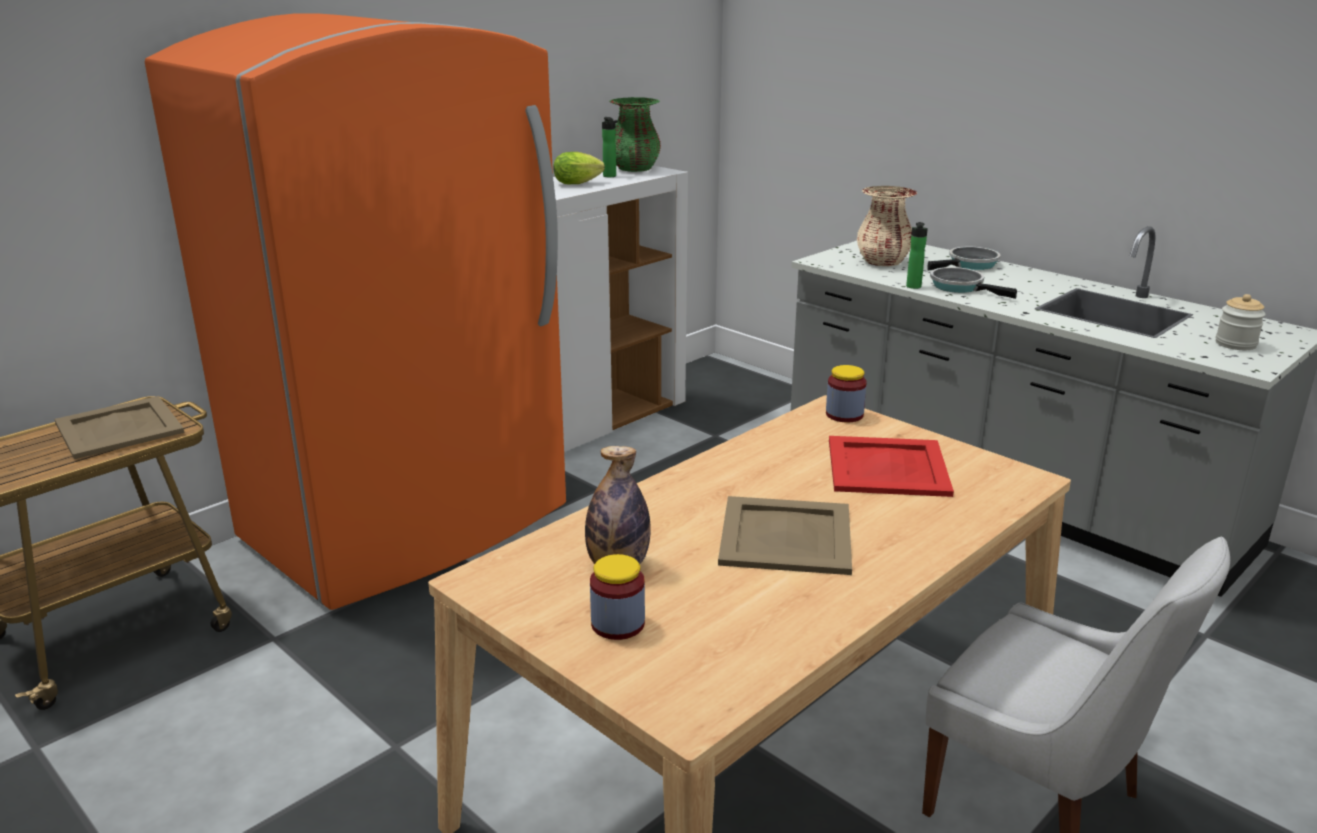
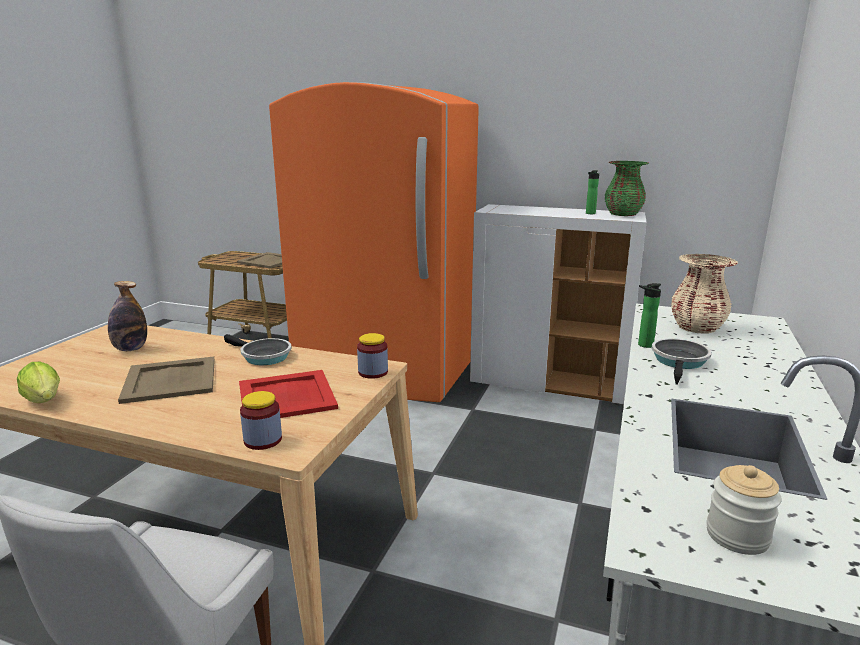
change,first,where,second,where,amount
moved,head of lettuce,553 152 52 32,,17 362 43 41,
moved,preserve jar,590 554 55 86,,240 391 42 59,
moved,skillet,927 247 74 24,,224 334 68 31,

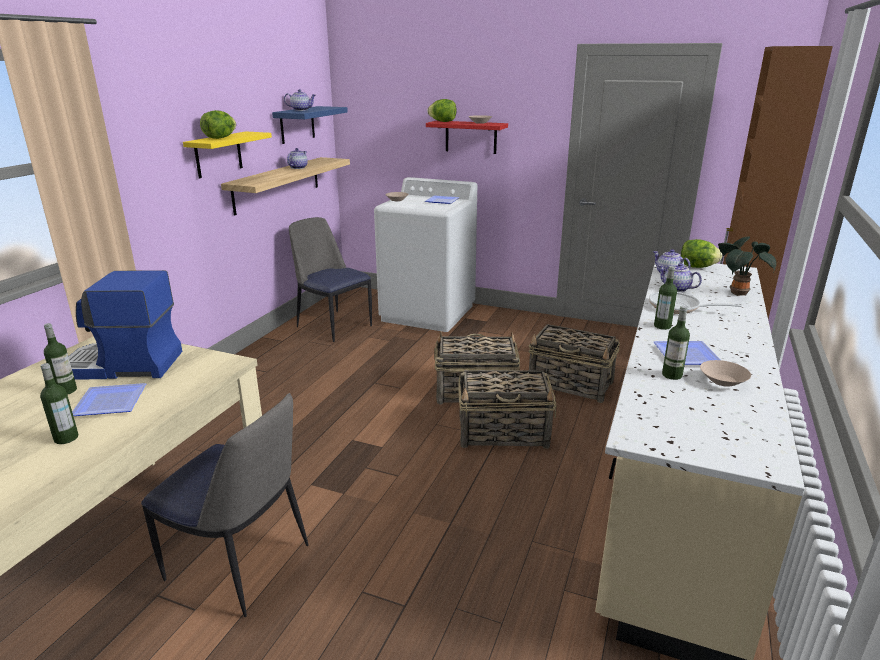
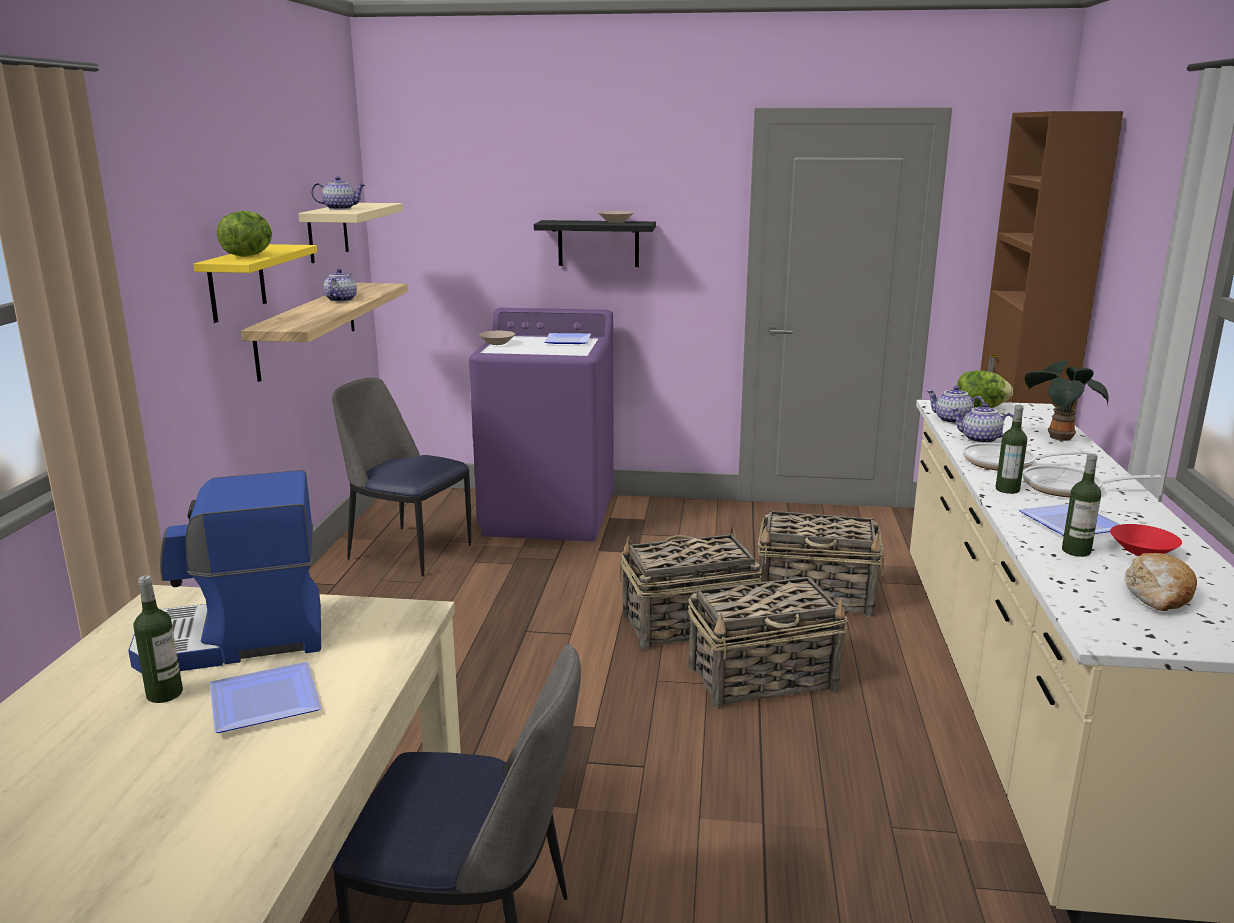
change,first,where,second,where,amount
removed,drink bottle,40 363 38 81,,,
recoloured,bluish wall shelf,272 106 76 38,beige-coloured wall shelf,298 203 105 60,
recoloured,white-coloured washing machine,374 177 103 155,purple washing machine,469 308 145 234,
recoloured,red wall shelf,426 120 82 34,blackish wall shelf,534 220 122 47,
removed,head of lettuce,427 99 30 23,,,
recoloured,beige-coloured bowl,700 360 51 27,red bowl,1110 524 72 32,
added,,,skillet,1023 465 139 32,
added,,,baked bread,1125 553 72 58,

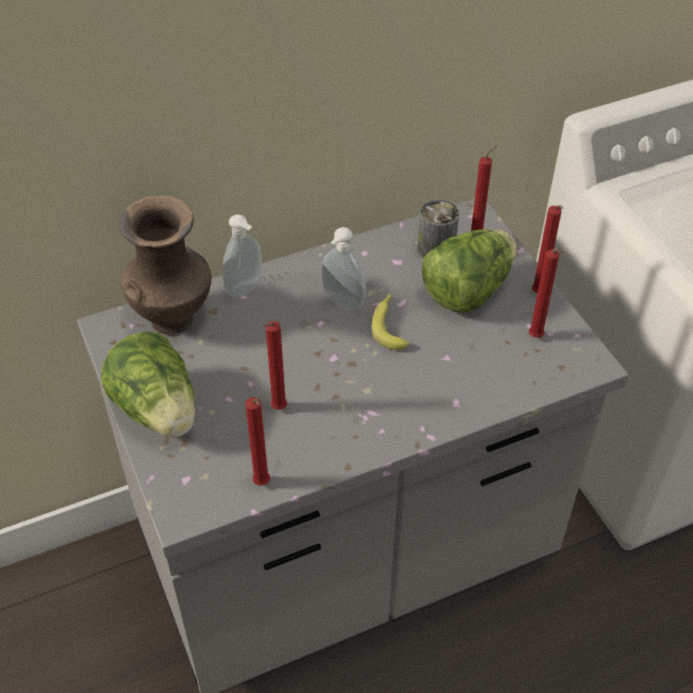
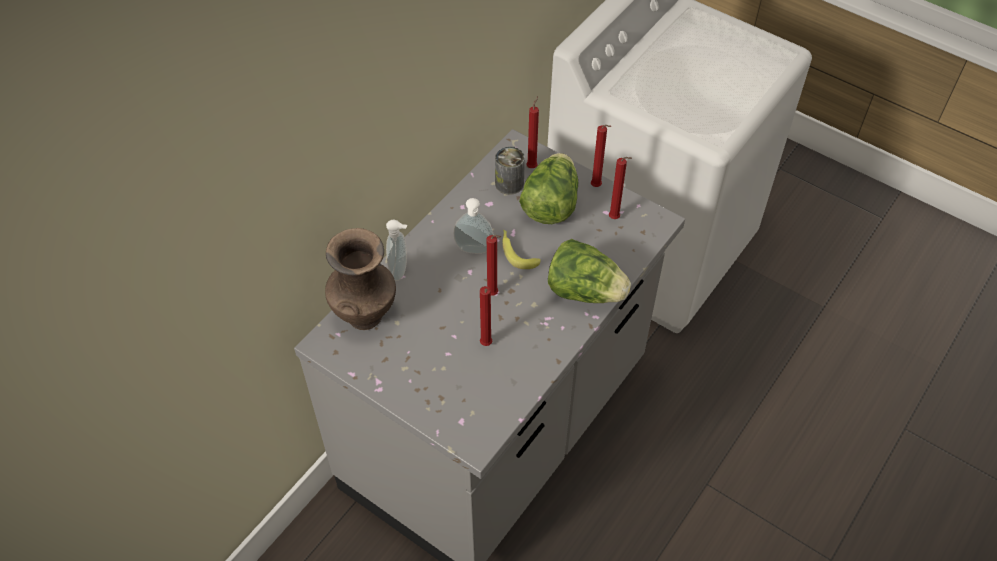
change,first,where,second,where,amount
moved,head of lettuce,101 332 94 105,,548 239 83 64,
moved,red wax candle,245 397 25 89,,487 235 14 61,

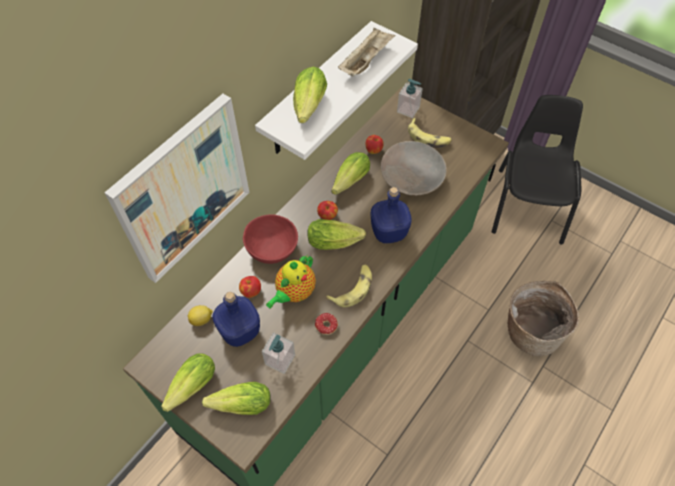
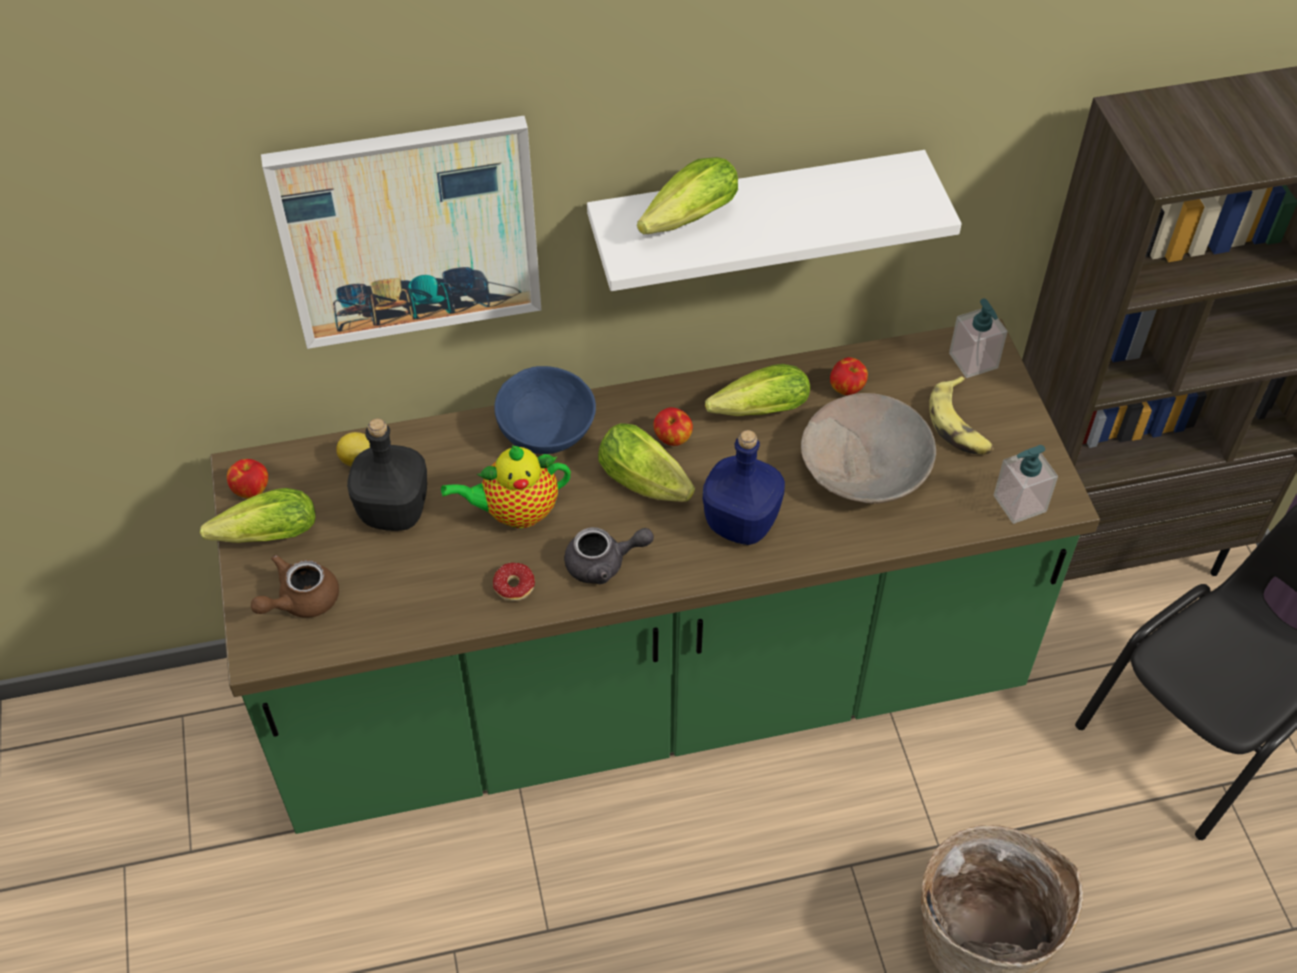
change,first,where,second,where,amount
replaced,head of lettuce,202 382 69 33,brown-coloured pot for tea,251 555 88 63,
recoloured,bluish drink bottle,212 292 48 55,blackish drink bottle,347 418 80 113,
moved,apple fruit,239 276 22 22,,227 459 41 40,
recoloured,red bowl,243 214 55 50,bluish bowl,494 366 102 88,
moved,soap dispenser,262 332 33 42,,994 445 64 79,
replaced,whole banana,326 264 46 43,greyish pot for tea,564 527 90 57,
removed,beige-coloured serving tray,338 27 57 49,,,

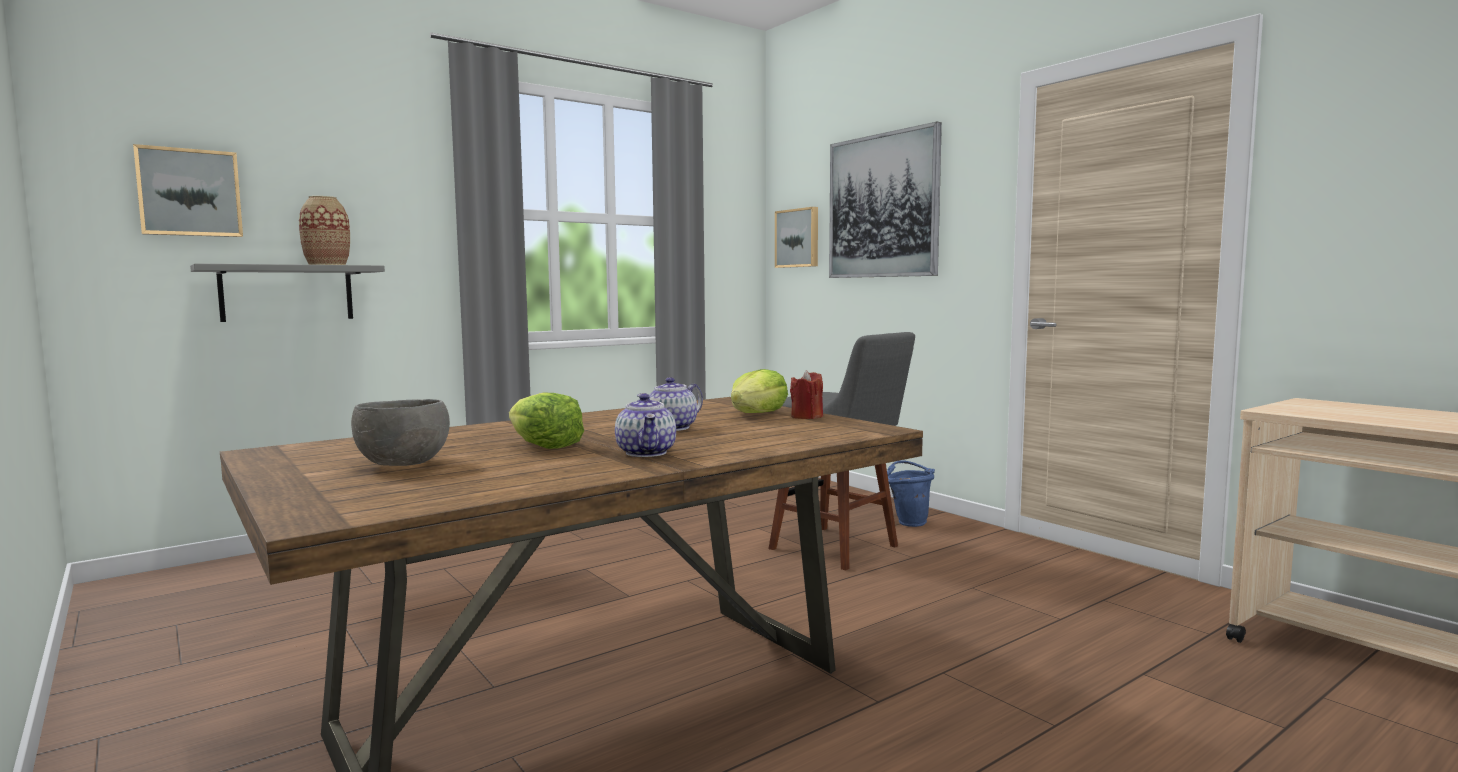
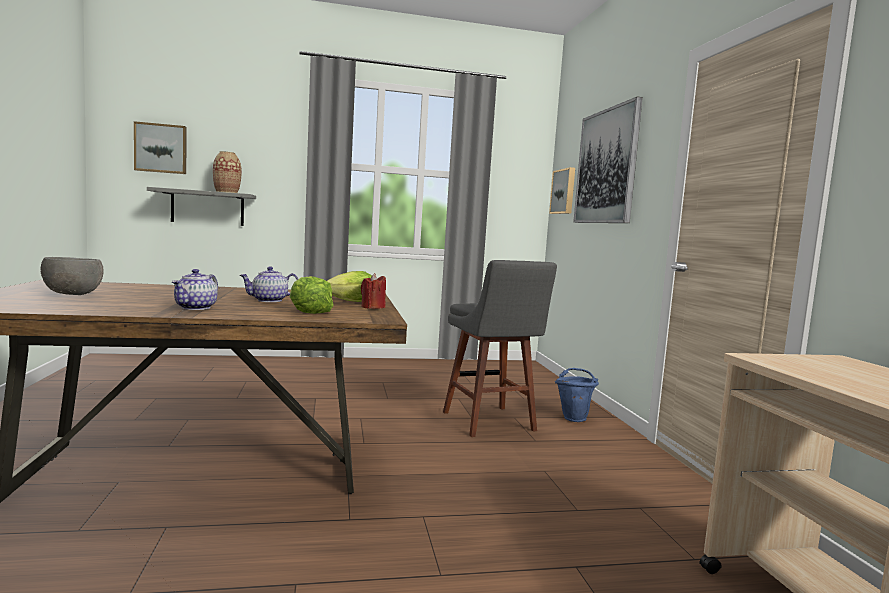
change,first,where,second,where,amount
moved,head of lettuce,509 393 75 56,,290 276 44 38,

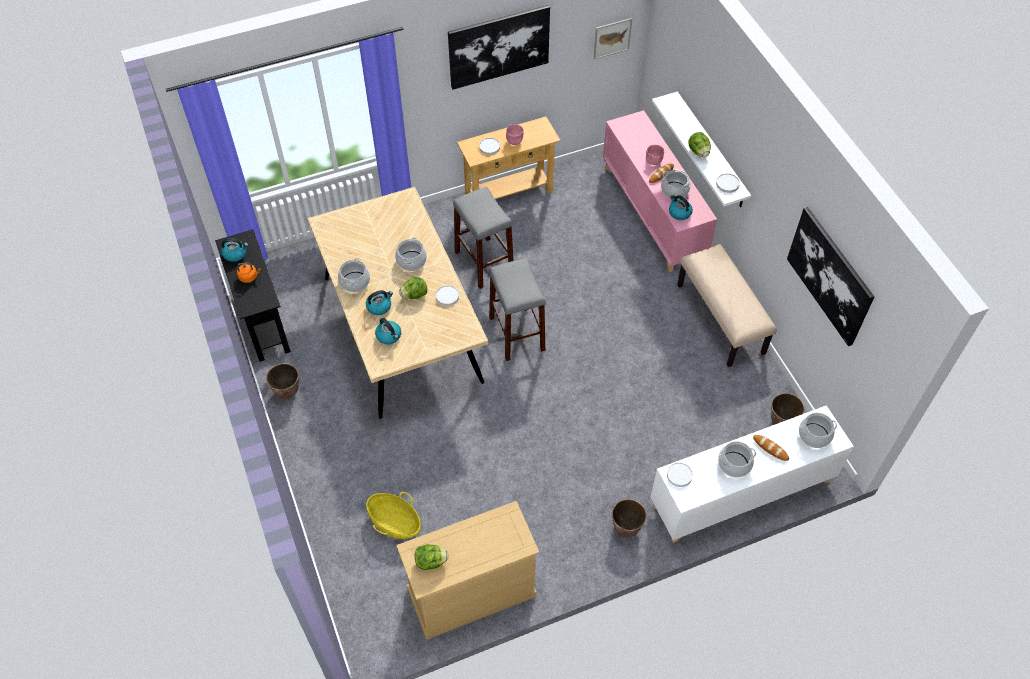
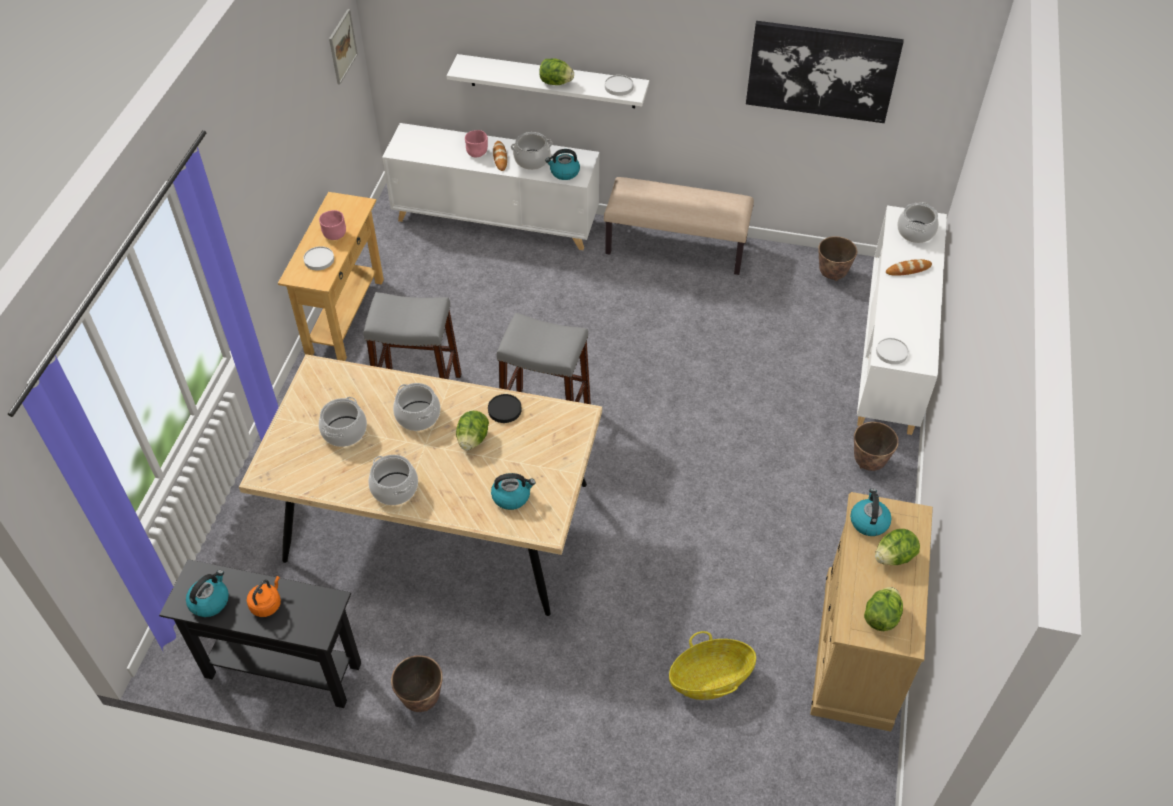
change,first,where,second,where,amount
moved,kettle,366 290 27 25,,850 489 41 47,
recoloured,white-coloured flat dish,436 285 23 21,blackish flat dish,488 394 34 29,
removed,picture,448 5 102 84,,,
recoloured,pinkish storage cabinet,603 110 114 162,white-coloured storage cabinet,382 123 217 127,
moved,stockpot,718 441 38 37,,319 397 48 50,
added,,,head of lettuce,875 529 45 36,

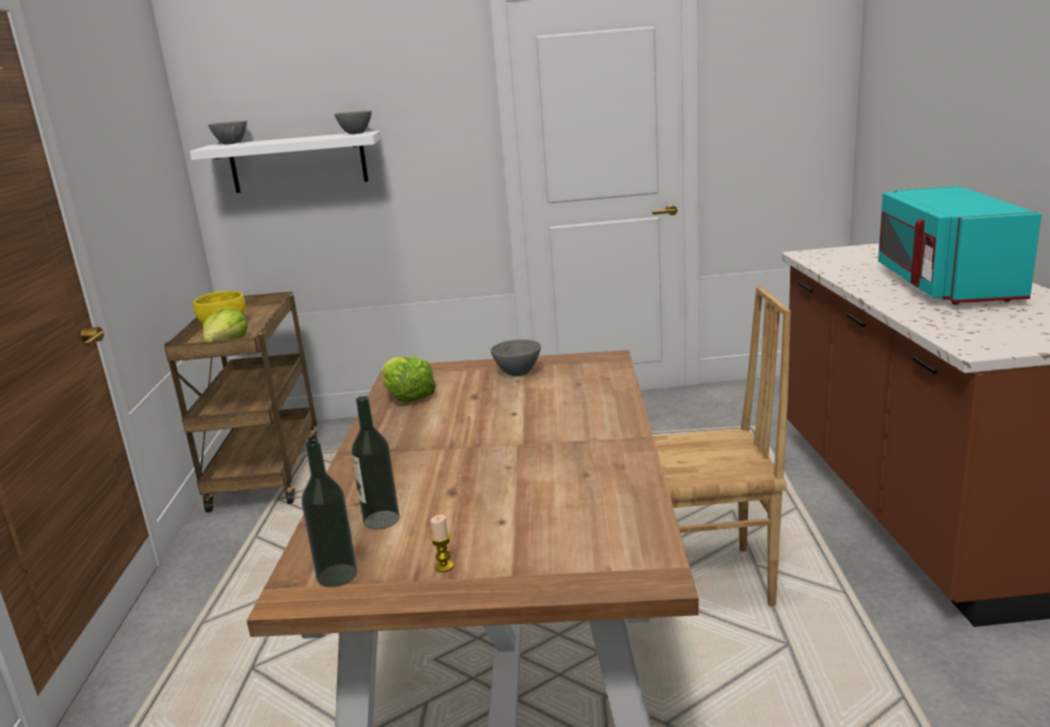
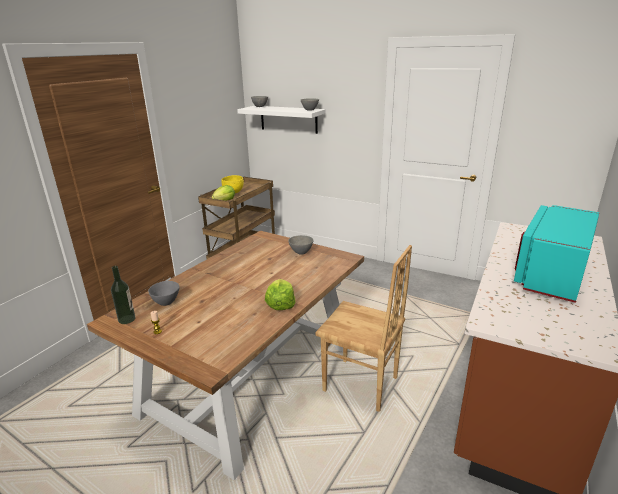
change,first,where,second,where,amount
replaced,drink bottle,351 396 48 134,greyish bowl,148 281 32 25,
moved,head of lettuce,381 357 55 46,,265 279 30 31,

